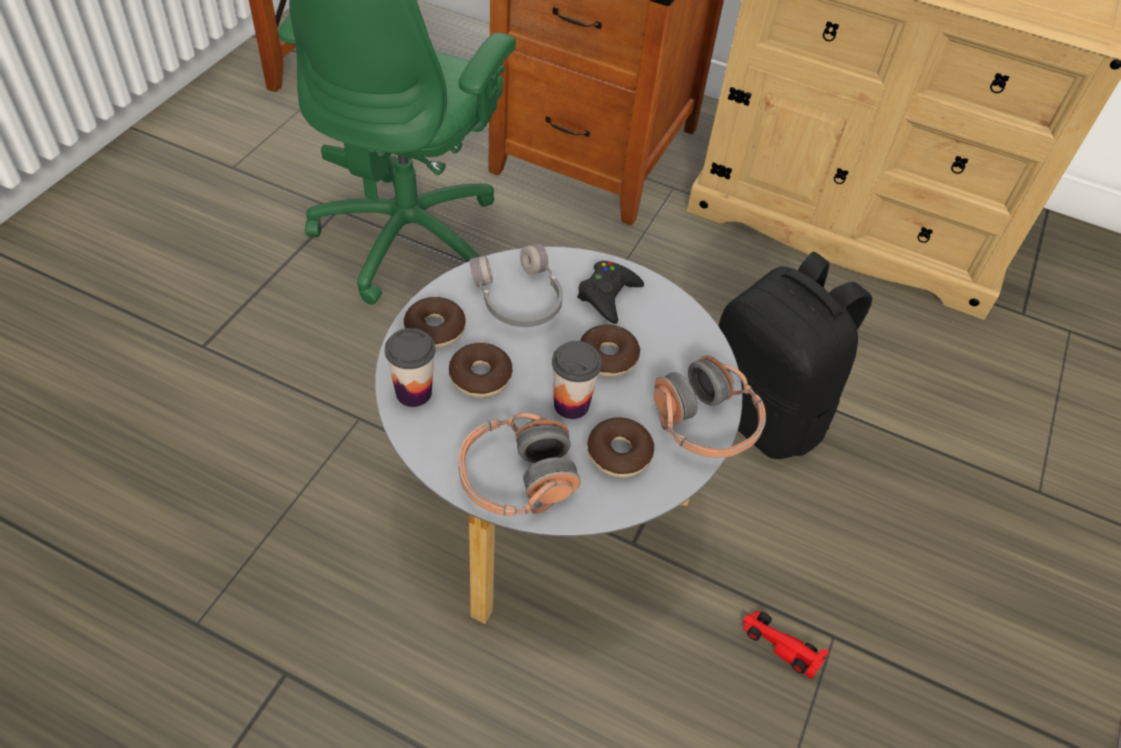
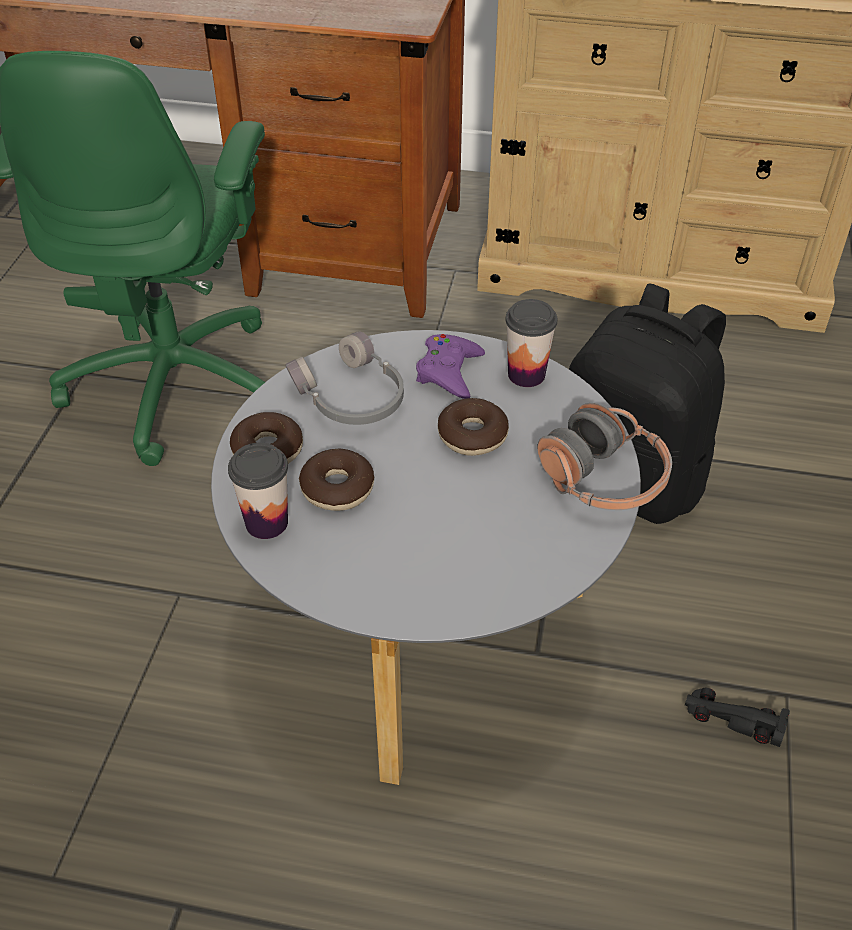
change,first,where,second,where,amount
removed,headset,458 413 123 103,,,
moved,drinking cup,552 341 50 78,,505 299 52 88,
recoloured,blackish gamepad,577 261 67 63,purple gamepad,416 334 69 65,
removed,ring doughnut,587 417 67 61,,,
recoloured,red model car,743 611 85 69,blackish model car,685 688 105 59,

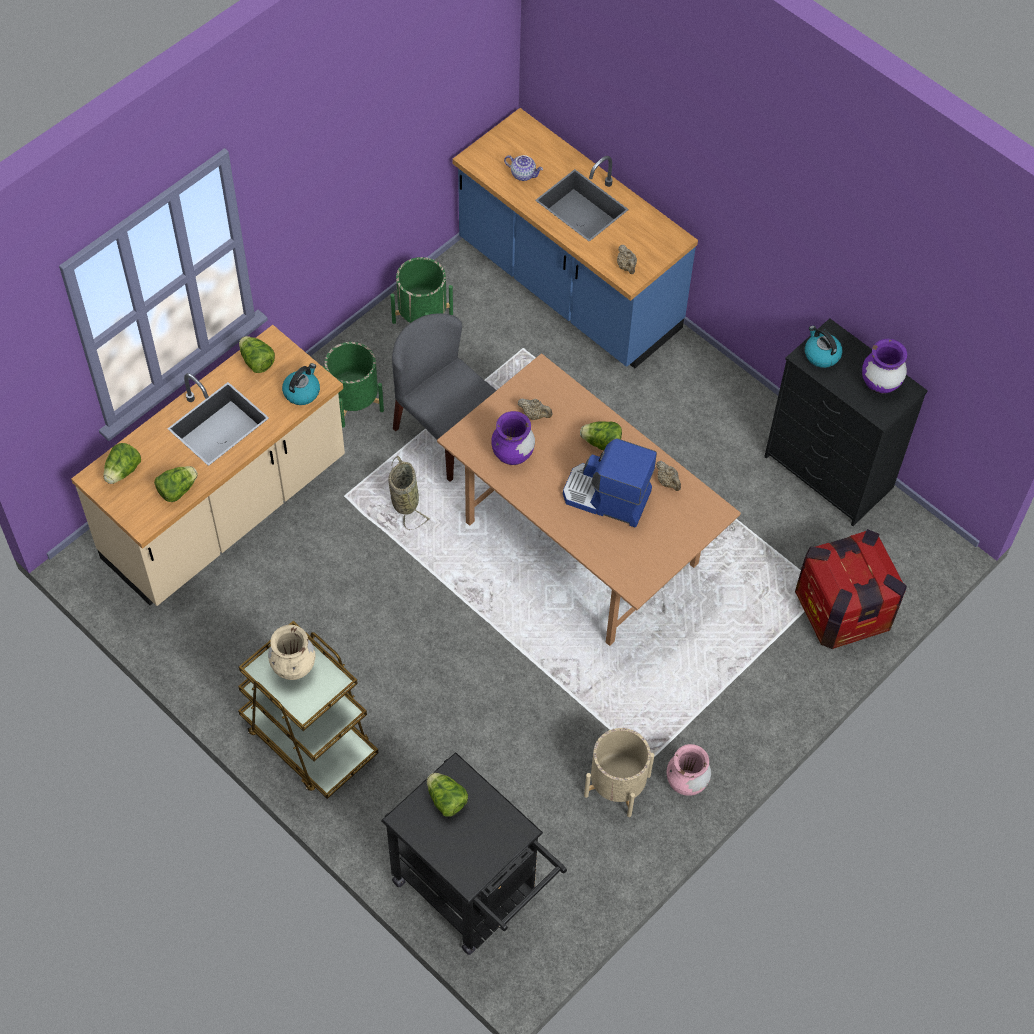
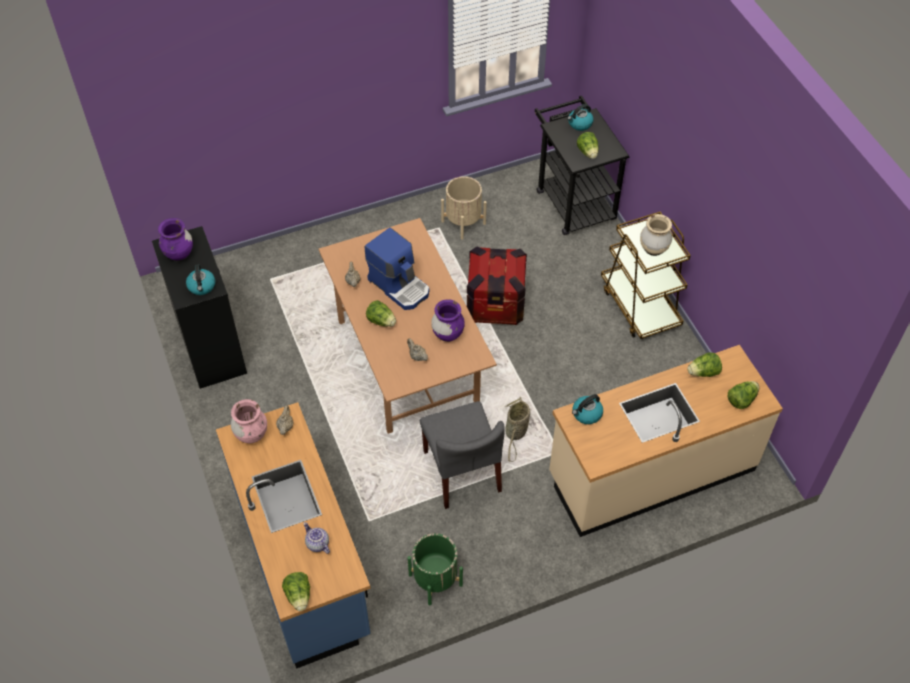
change,first,where,second,where,amount
moved,head of lettuce,239 336 36 37,,282 572 28 39,
removed,green plant pot,322 342 62 86,,,
moved,pinkish flower vase,666 744 45 52,,231 399 36 44,
moved,crate,795 529 112 120,,467 246 60 79,
added,,,kettle,567 104 27 27,

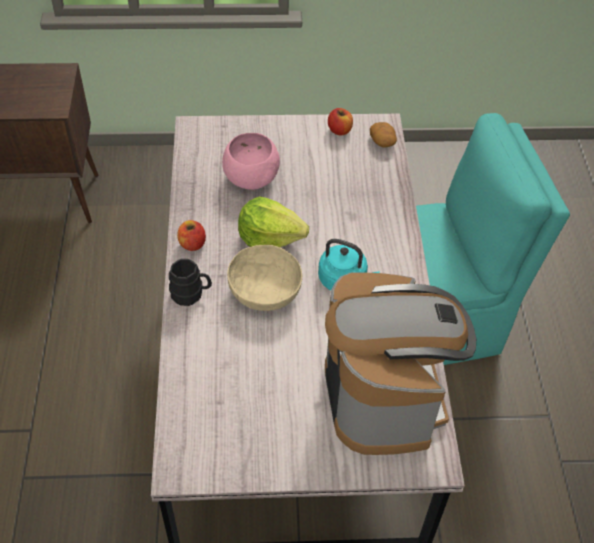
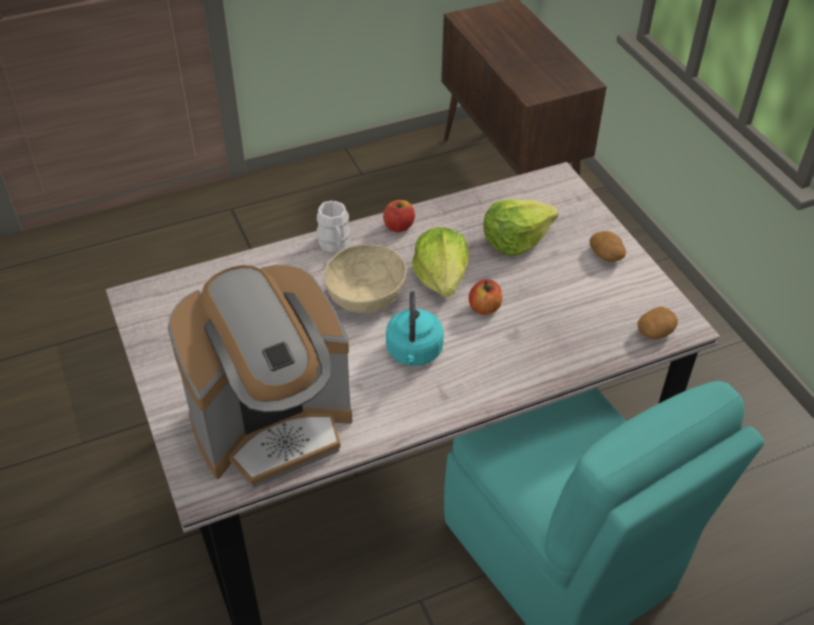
change,first,where,second,where,amount
recoloured,blackish mug,169 259 43 47,white-coloured mug,317 201 33 52,
replaced,pinkish bowl,222 133 58 57,head of lettuce,483 199 75 58,
moved,apple fruit,328 108 25 27,,469 279 33 36,
added,,,potato,590 231 36 31,

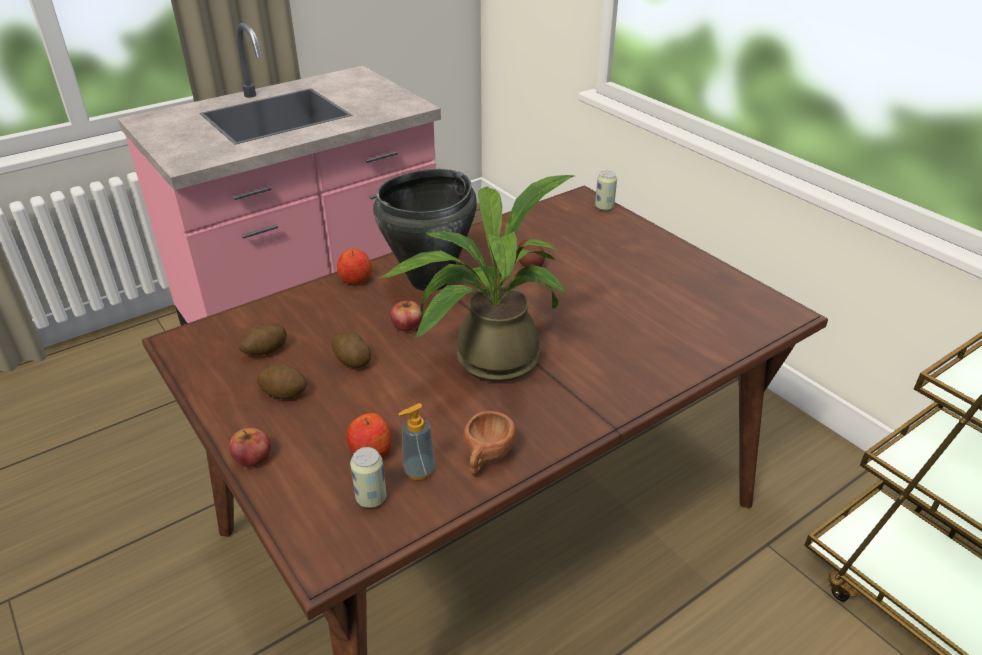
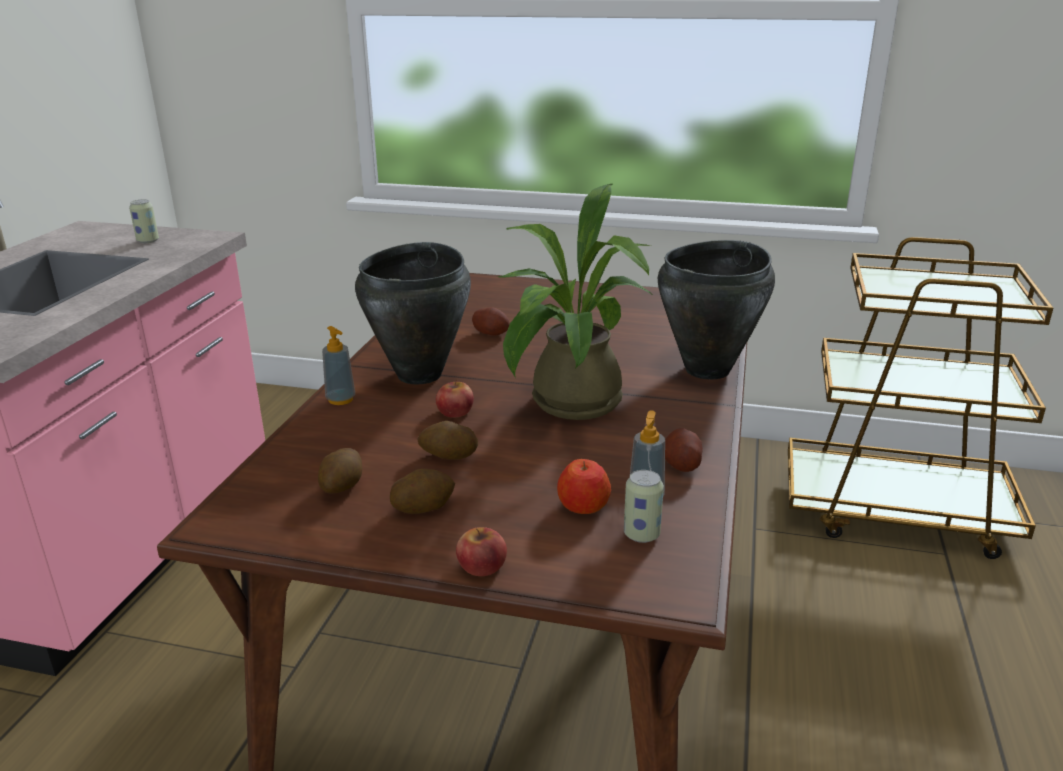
change,first,where,second,where,amount
replaced,apple fruit,337 249 35 35,soap dispenser,322 326 33 79,
replaced,brown-coloured drinking cup,463 411 53 64,potato,665 428 38 44,
moved,can,595 171 22 40,,129 199 30 44,
added,,,blackish stockpot,658 240 117 140,

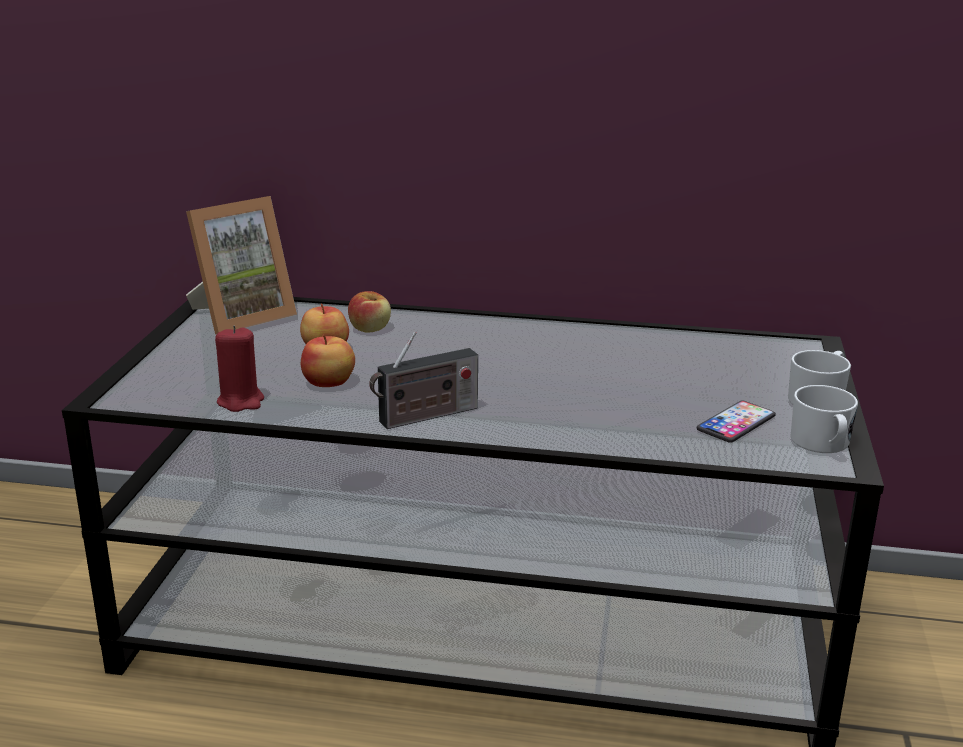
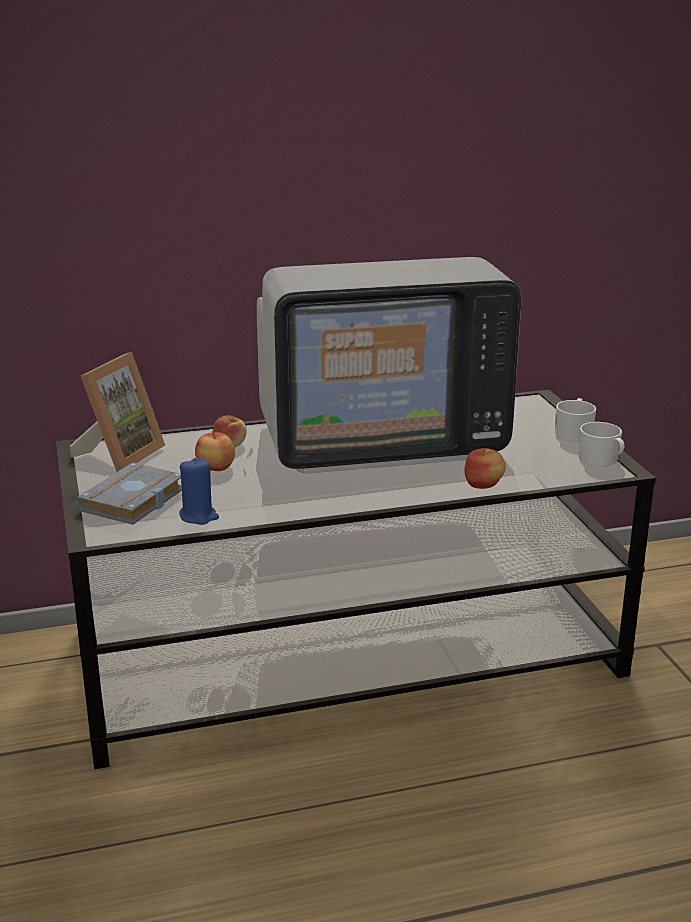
change,first,where,second,where,amount
recoloured,red wax candle,215 326 49 86,bluish wax candle,179 458 40 67,
moved,apple fruit,301 335 54 52,,464 448 42 41,
removed,radio set,369 332 109 97,,,
removed,telephone,697 400 79 43,,,
added,,,greyish volume,75 462 107 63,
added,,,TV,257 257 264 217,

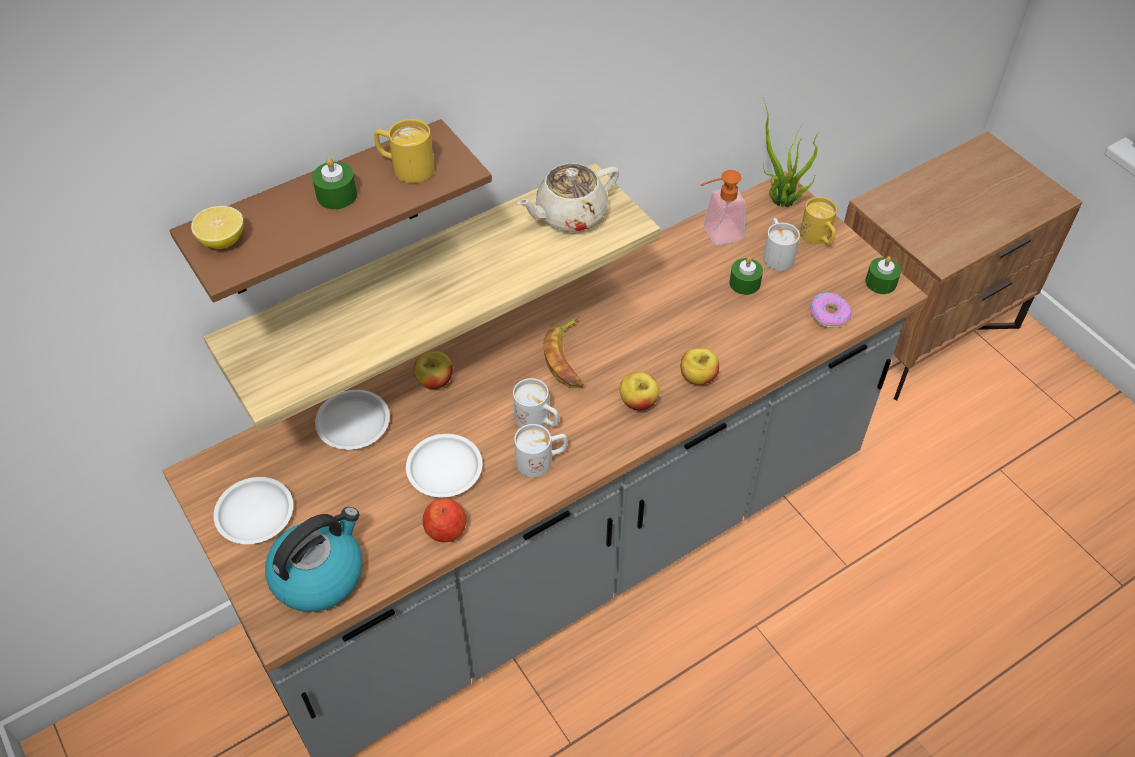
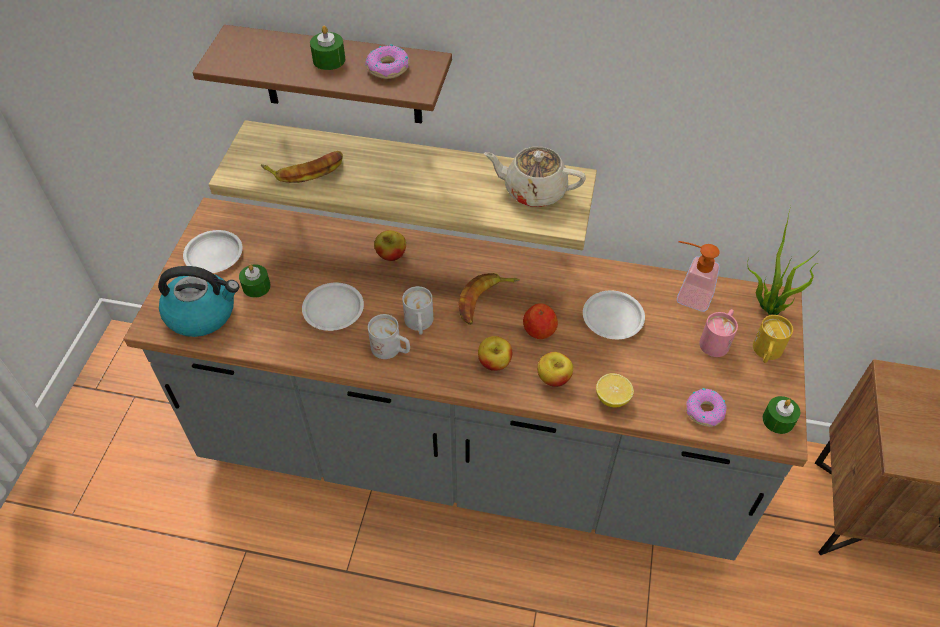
change,first,where,second,where,amount
moved,whole lemon,191 206 52 43,,596 373 38 34,
moved,white-coloured flat dish,315 390 75 60,,583 290 62 49,
replaced,yellow-coloured mug,374 119 60 64,ring doughnut,365 44 44 35,
moved,apple fruit,423 498 44 44,,523 303 35 36,
moved,green wax candle,729 257 34 38,,239 264 32 34,
recoloured,white-coloured mug,763 218 37 53,pinkish mug,699 309 39 48,
added,,,whole banana,261 151 82 32,

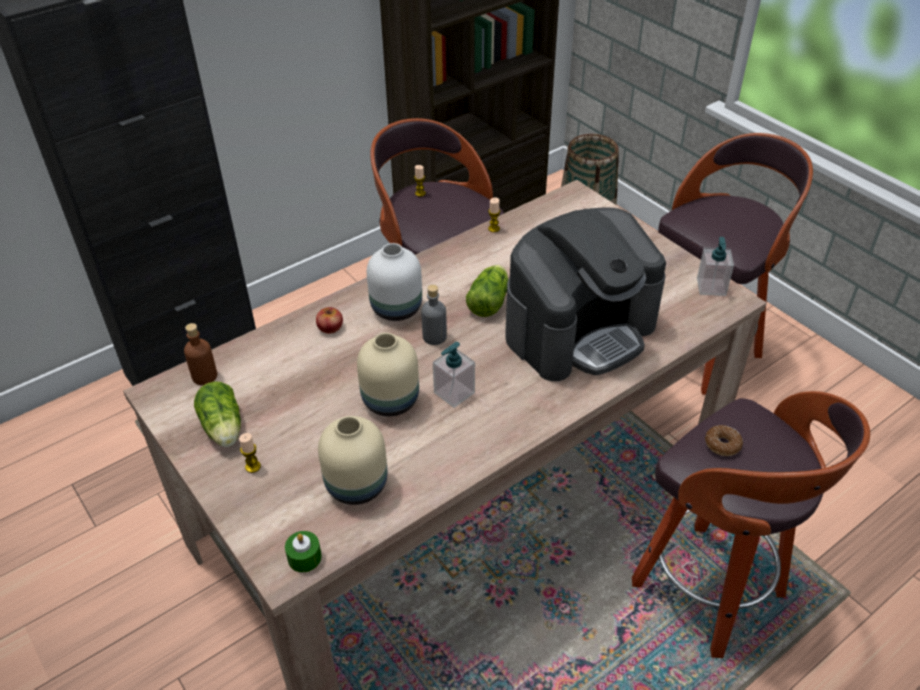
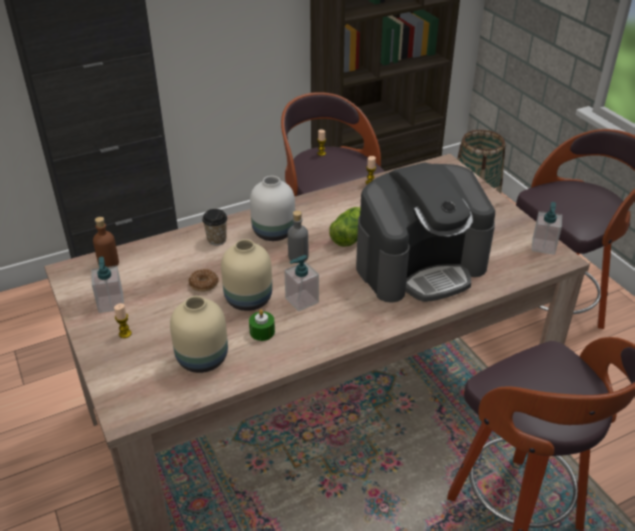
change,first,where,second,where,amount
replaced,head of lettuce,194 381 47 66,soap dispenser,91 257 33 56,
moved,green wax candle,285 531 37 41,,249 309 26 32,
replaced,apple fruit,316 307 27 27,drinking cup,202 209 25 37,
moved,ring doughnut,705 425 38 31,,189 269 29 23,

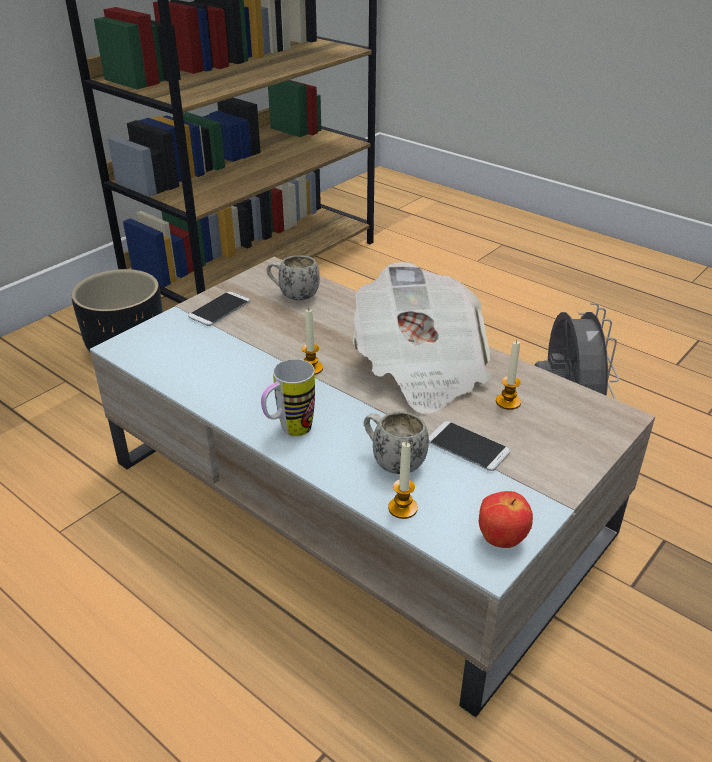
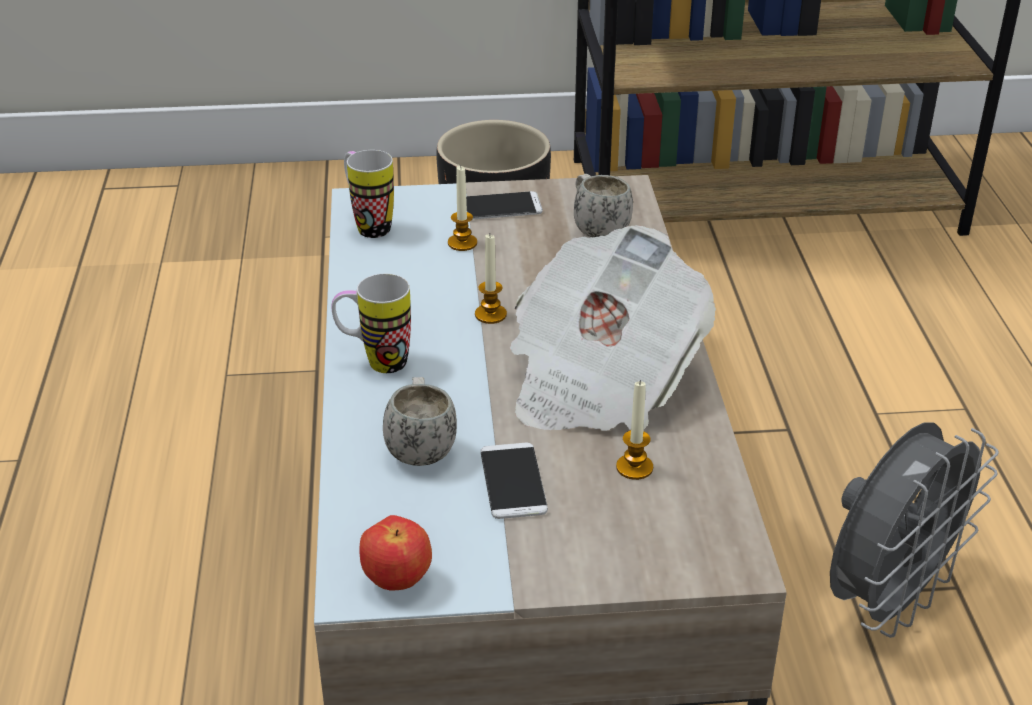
change,first,where,second,where,amount
moved,wax candle,388 442 30 77,,448 165 29 86,
added,,,mug,344 150 50 88,

